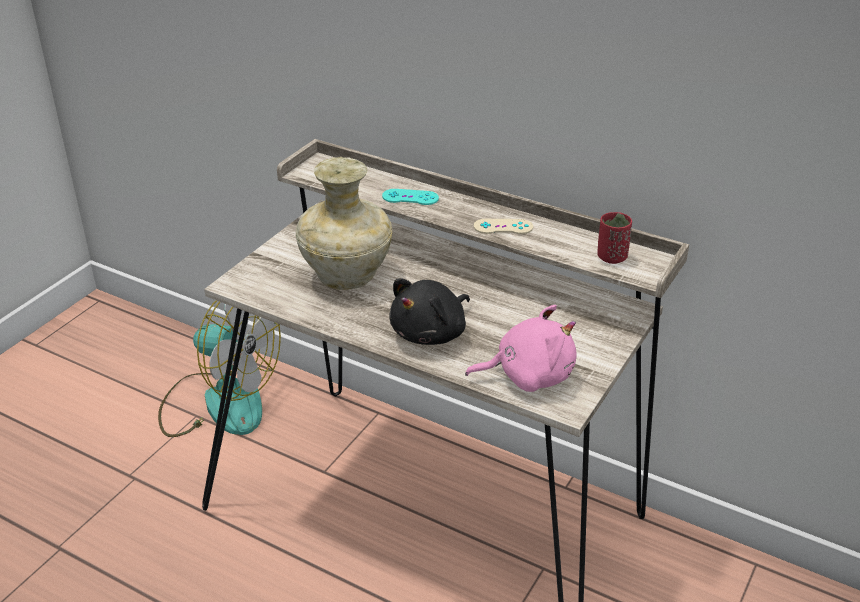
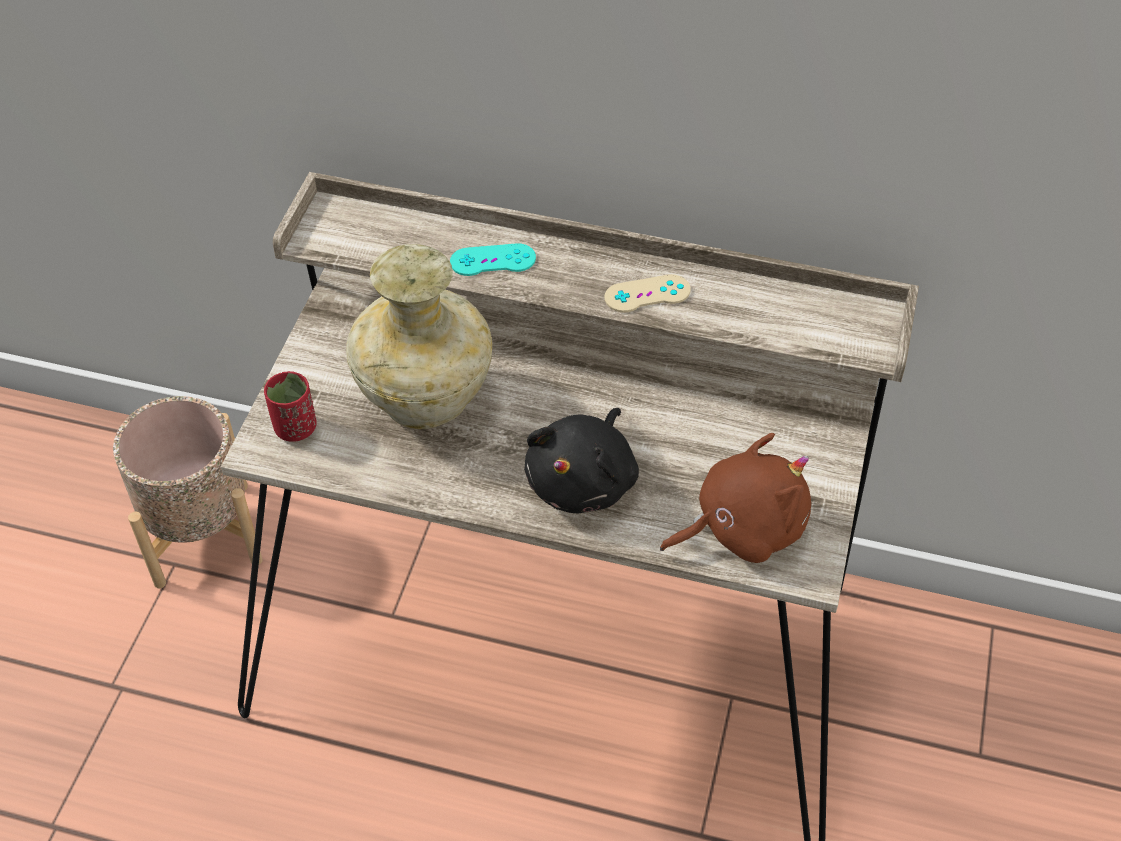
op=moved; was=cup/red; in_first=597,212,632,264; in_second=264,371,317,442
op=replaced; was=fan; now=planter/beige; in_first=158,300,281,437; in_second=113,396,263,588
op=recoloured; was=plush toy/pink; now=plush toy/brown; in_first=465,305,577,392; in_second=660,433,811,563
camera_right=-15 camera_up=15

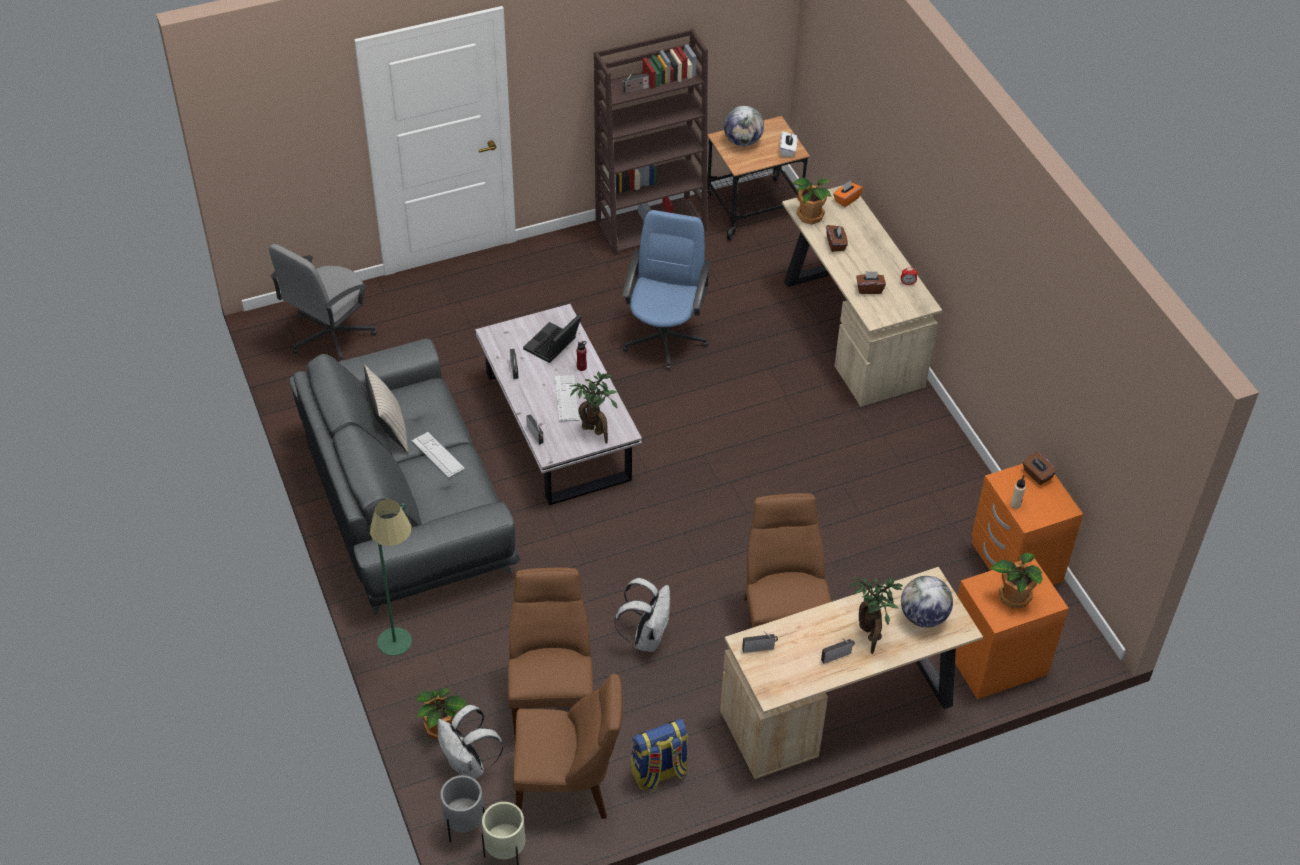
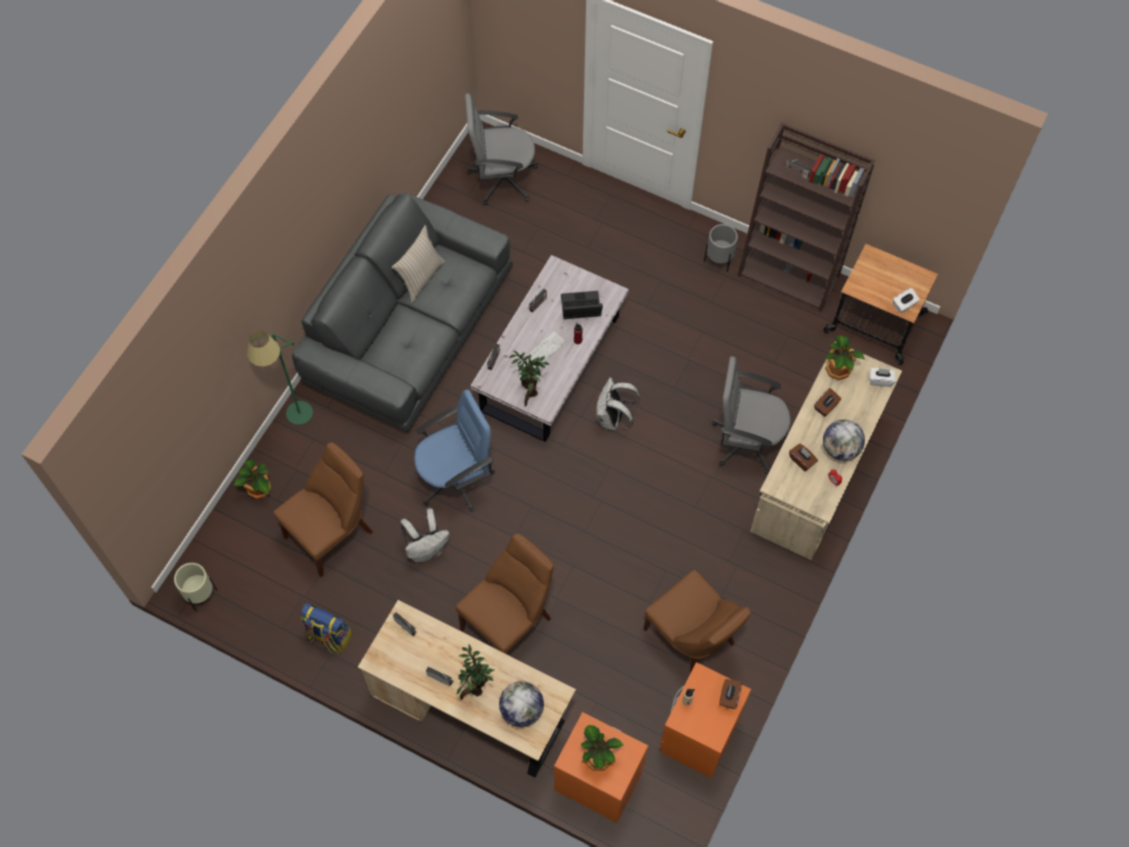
op=moved; was=globe; in_first=724,106,764,147; in_second=823,419,865,461
op=recoloured; was=tissue box/orange; now=tissue box/white; in_first=833,180,863,207; in_second=870,368,896,387
op=moved; was=office chair/blue; in_first=622,210,711,370; in_second=414,389,495,512
op=removed; was=keyboard; in_first=412,432,465,478
op=moved; was=chair/brown; in_first=513,673,623,819; in_second=643,570,751,674
op=moved; was=backpack/white; in_first=437,705,504,779; in_second=596,377,640,430
op=moved; was=planter/grey; in_first=440,775,485,843; in_second=704,224,738,272
op=added; now=office chair/grey; in_second=712,356,791,474
camera_right=50 camera_up=15

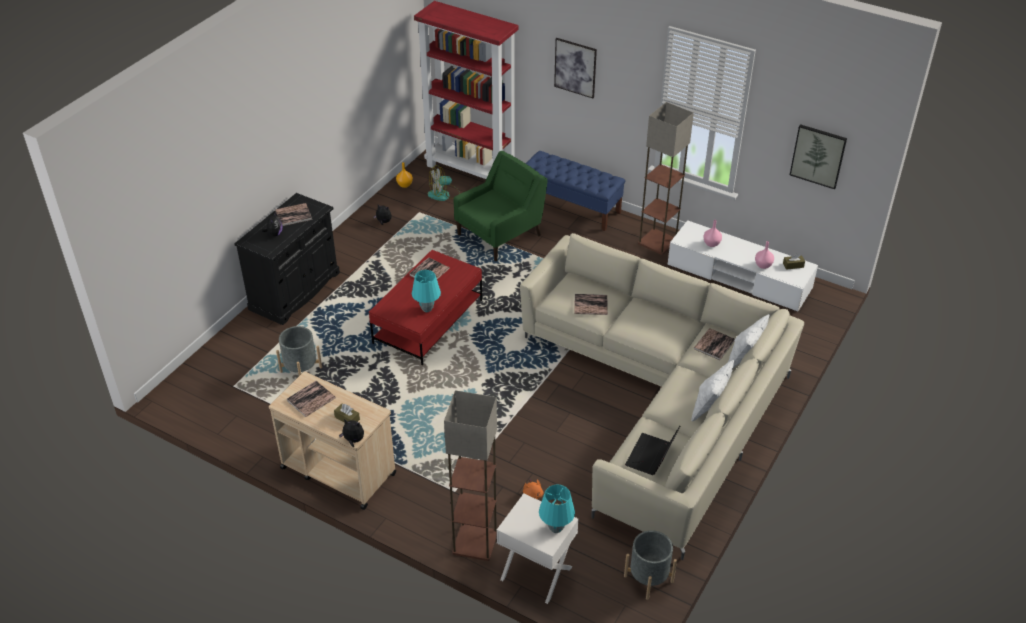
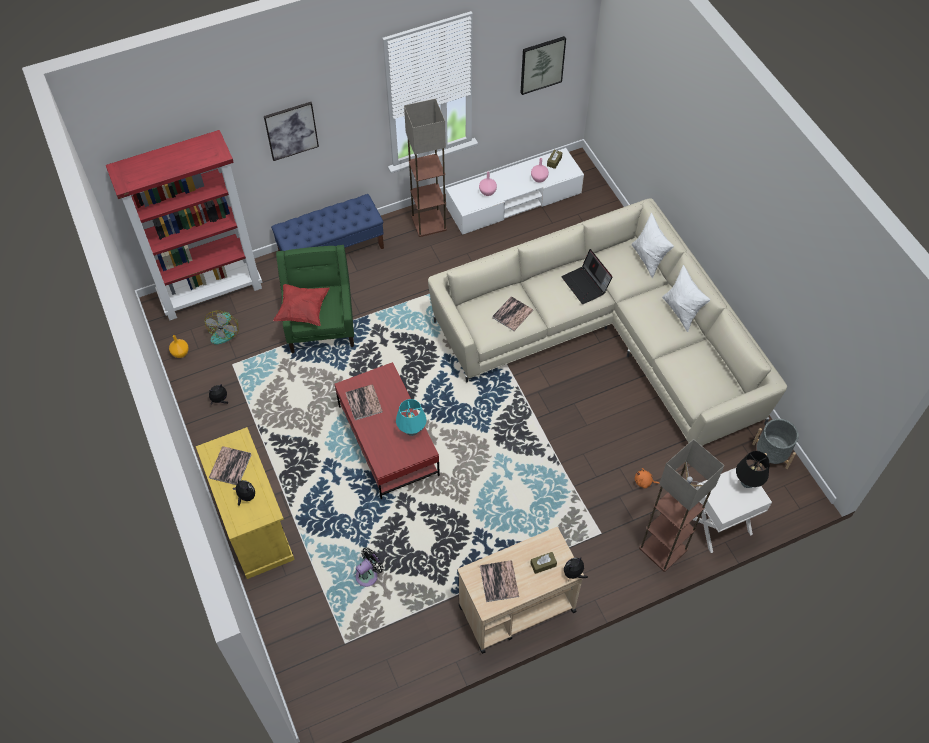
op=recoloured; was=cabinet/black; now=cabinet/yellow; in_first=234,193,340,325; in_second=196,427,295,579
op=replaced; was=planter/grey; now=fan/black; in_first=276,326,322,376; in_second=356,547,384,587
op=removed; was=book; in_first=694,328,735,360
op=moved; was=laptop; in_first=625,426,680,475; in_second=561,249,612,304
op=recoloured; was=table lamp/turquoise; now=table lamp/black; in_first=539,484,575,533; in_second=736,451,770,488
op=added; now=pillow/red; in_second=273,284,329,326
camera_right=-55 camera_up=15

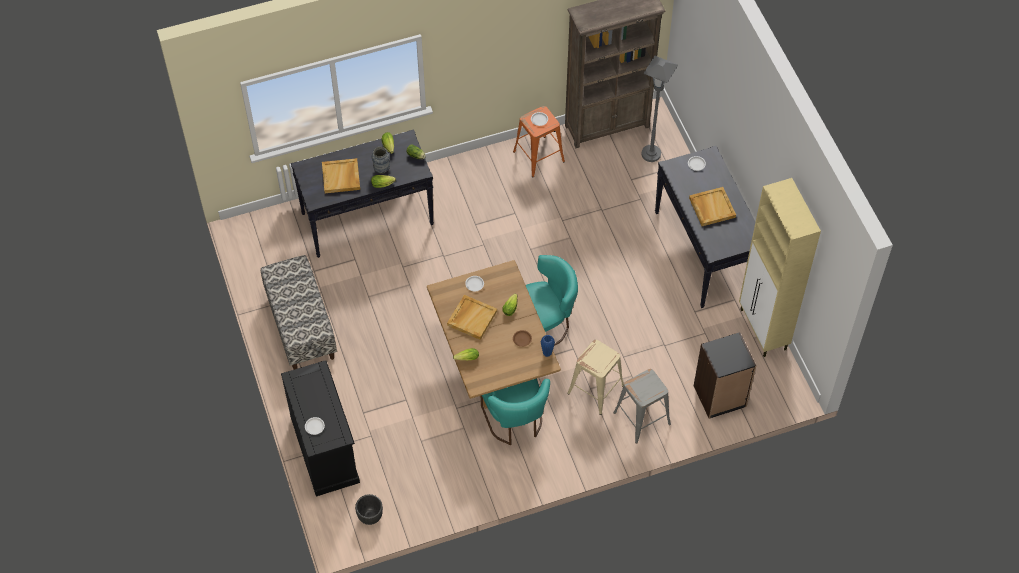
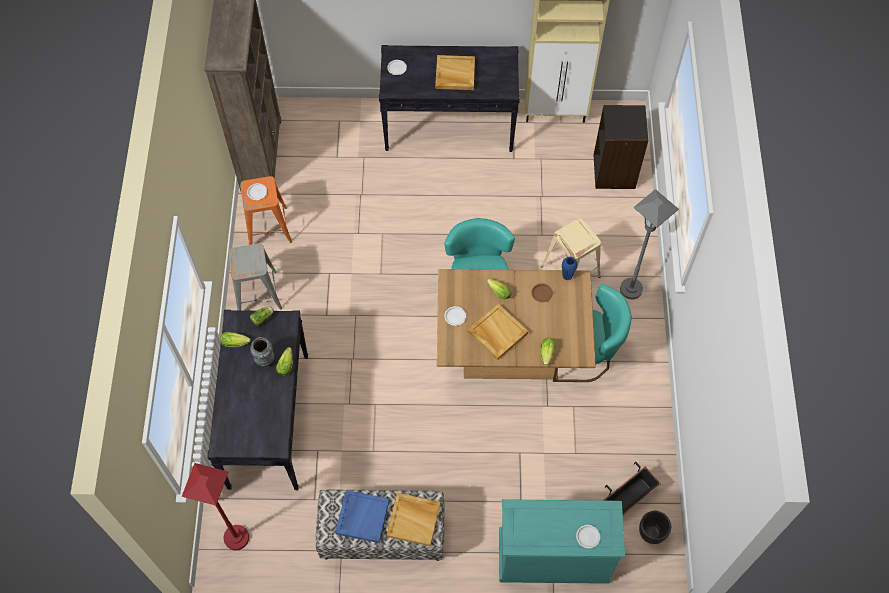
op=moved; was=floor lamp/grey; in_first=642,56,678,162; in_second=620,189,679,299
op=moved; was=tray/beige; in_first=322,158,360,193; in_second=387,493,440,547
op=recoloured; was=dresser/black; now=dresser/turquoise; in_first=281,360,360,496; in_second=499,499,625,584
op=moved; was=stool/grey; in_first=613,369,671,444; in_second=228,243,282,311
op=added; now=planter; in_second=603,462,661,515
op=added; now=floor lamp/red; in_second=182,463,249,550
op=added; now=tray/blue; in_second=335,490,390,543
camera_right=-70 camera_up=5

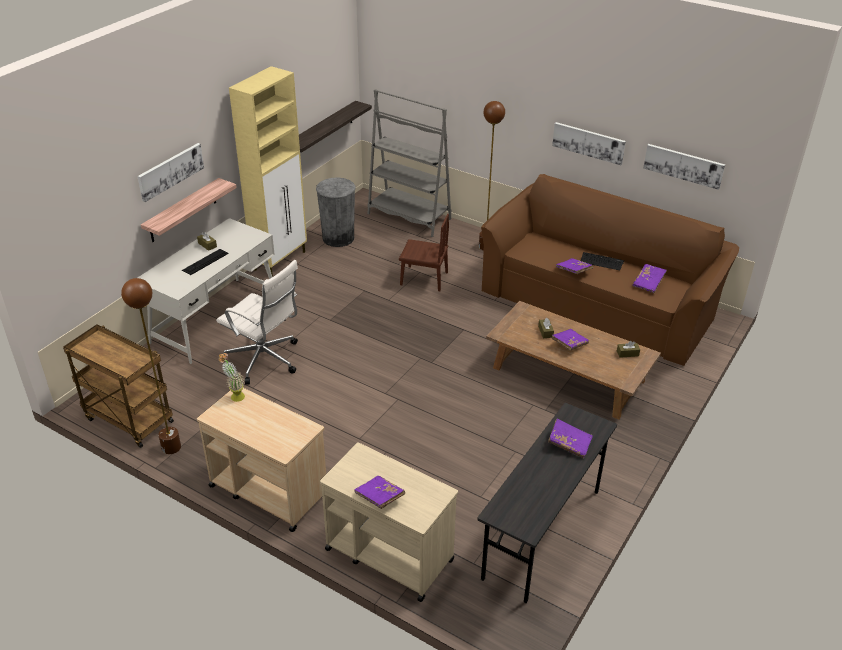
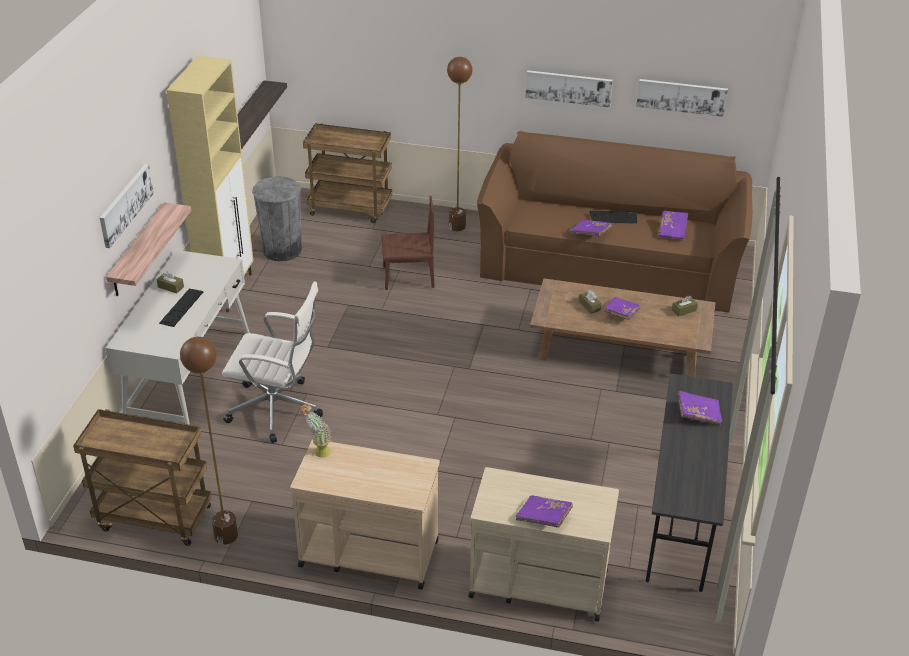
op=replaced; was=bookcase/grey; now=cart/brown; in_first=367,89,451,237; in_second=303,123,392,223
camera_right=-20 camera_up=0

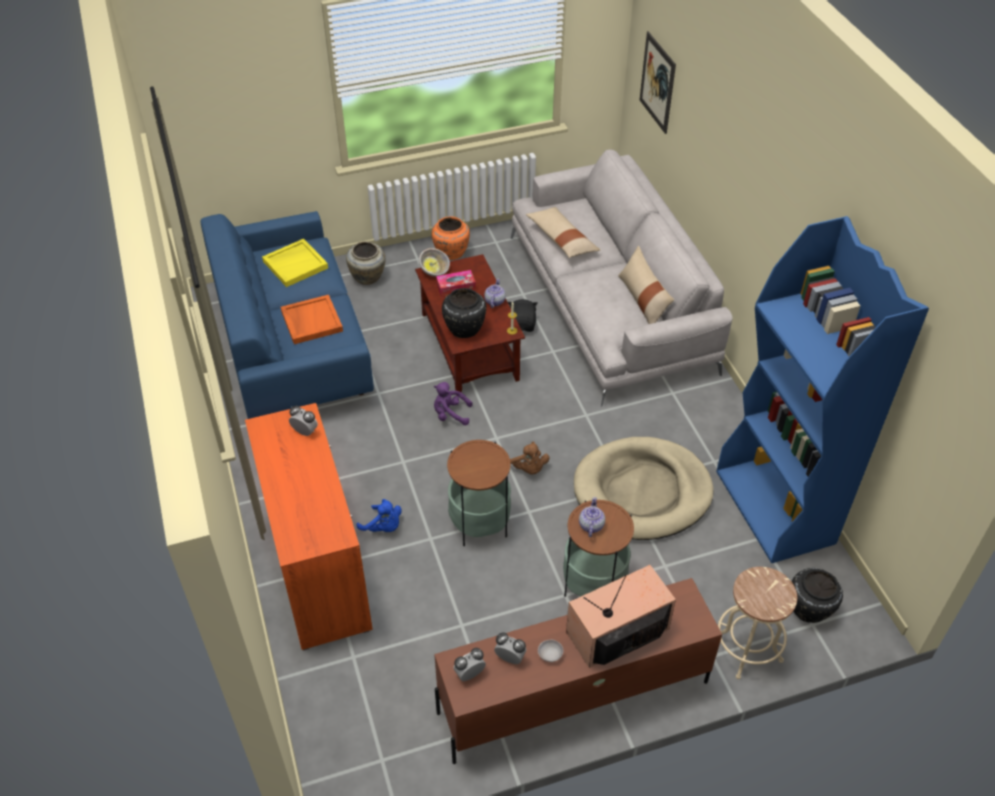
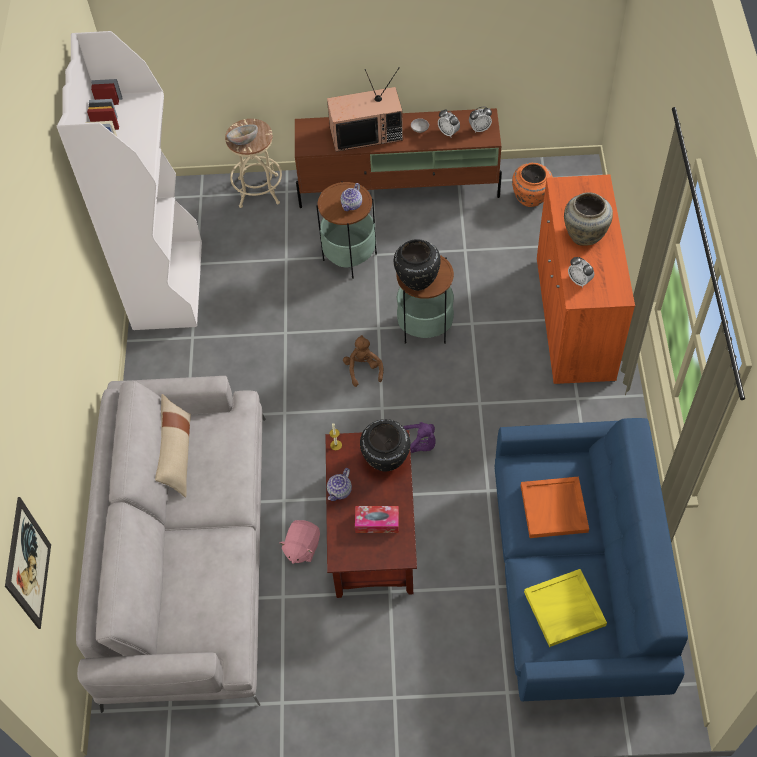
op=removed; was=pillow/beige; in_first=525,207,600,258
op=moved; was=vase/orange; in_first=432,216,470,260; in_second=512,163,553,207
op=recoloured; was=bookcase/blue; now=bookcase/white; in_first=716,216,929,563; in_second=57,31,202,330
op=moved; was=vase/beige; in_first=346,242,386,285; in_second=564,192,613,246
op=moved; was=bowl; in_first=419,248,450,276; in_second=227,125,258,145
op=recoloured; was=plush toy/black; now=plush toy/pink; in_first=508,299,538,332; in_second=280,520,320,564
op=removed; was=dog bed/beige; in_first=574,437,713,540
op=removed; was=plush toy/blue; in_first=356,499,402,532
op=moved; was=vase/black; in_first=792,568,843,623; in_second=394,239,441,291
camera_right=-160 camera_up=10

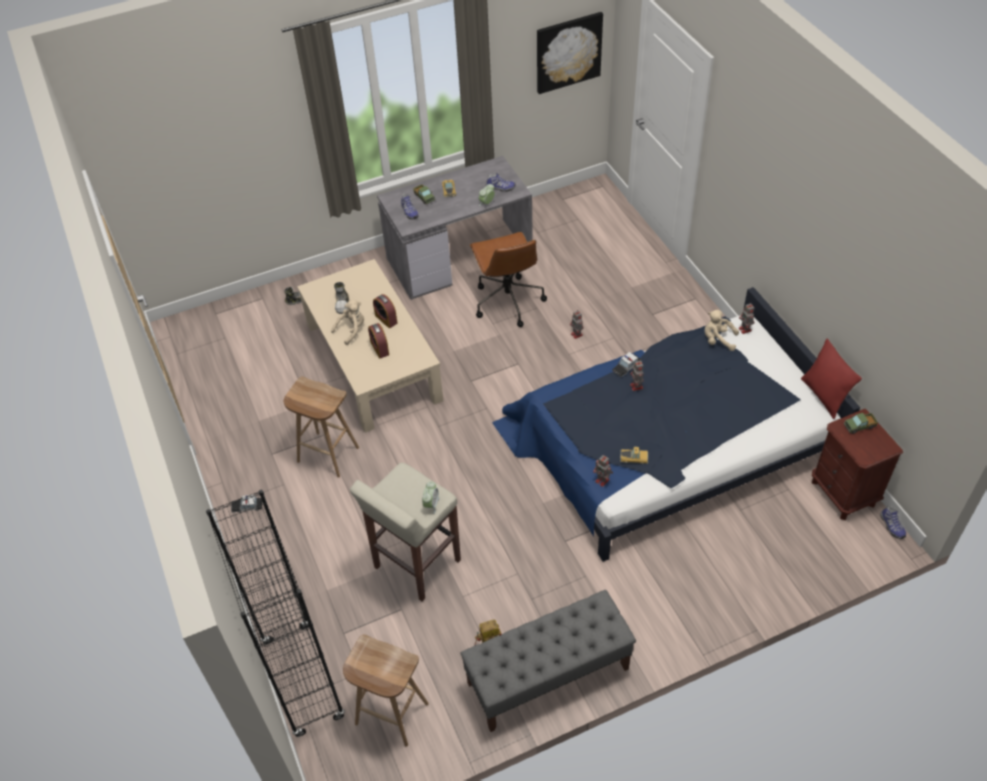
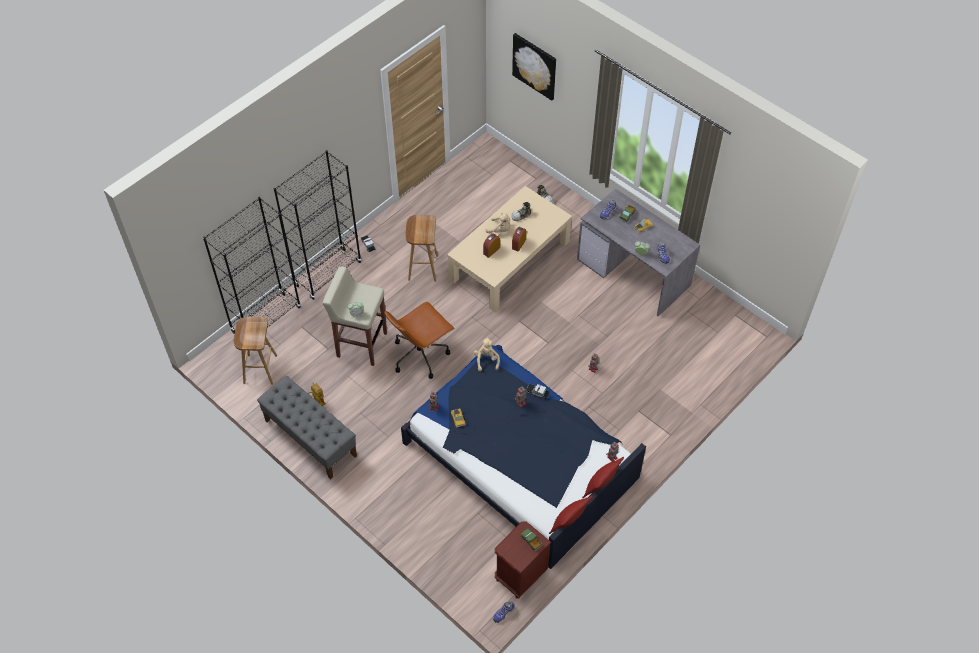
op=moved; was=picture; in_first=537,12,603,94; in_second=512,33,556,101
op=moved; was=office chair/brown; in_first=470,232,547,327; in_second=384,301,454,379
op=moved; was=plush toy/beige; in_first=705,310,739,351; in_second=474,337,500,371
op=added; now=bookcase/black; in_second=274,150,362,300
op=added; now=pillow/red; in_second=582,457,624,498
camera_right=65 camera_up=5

